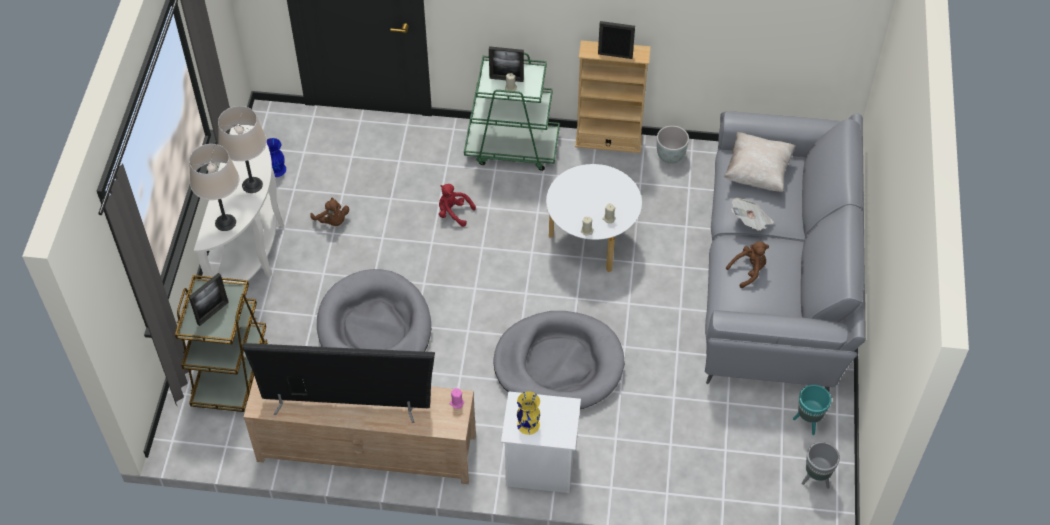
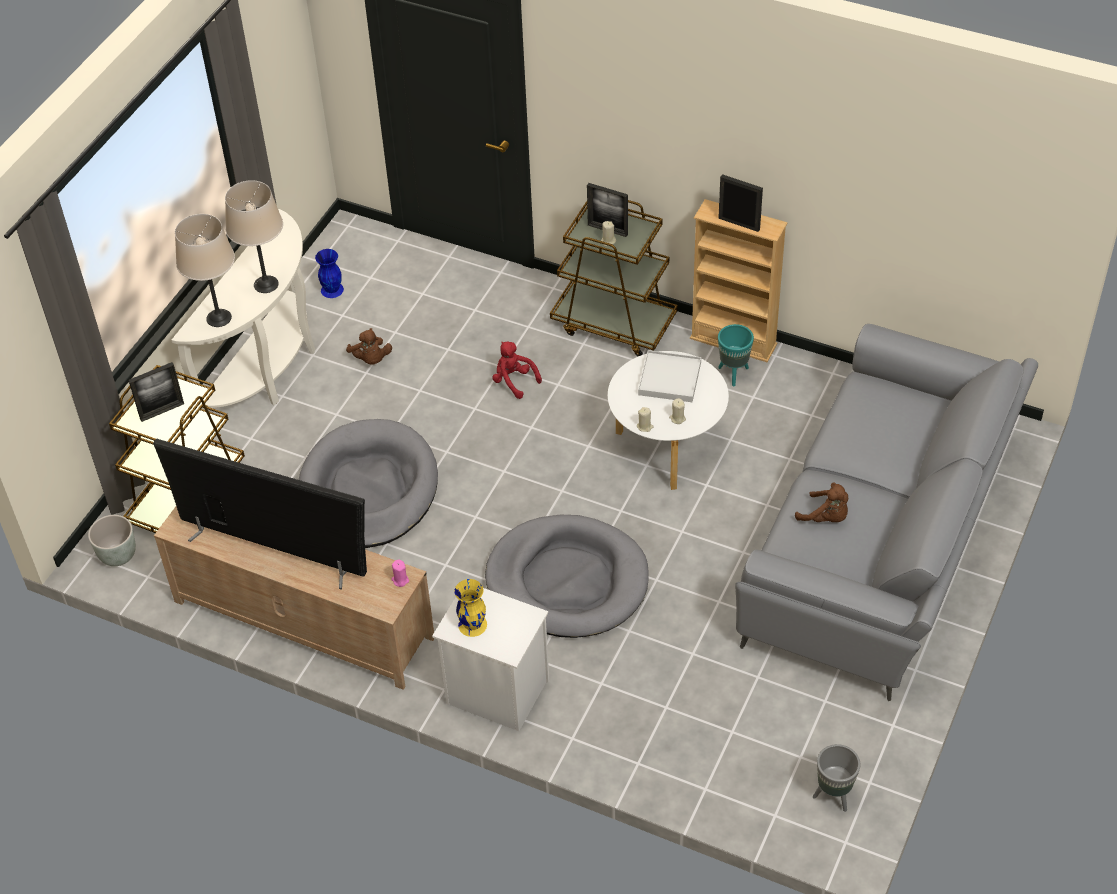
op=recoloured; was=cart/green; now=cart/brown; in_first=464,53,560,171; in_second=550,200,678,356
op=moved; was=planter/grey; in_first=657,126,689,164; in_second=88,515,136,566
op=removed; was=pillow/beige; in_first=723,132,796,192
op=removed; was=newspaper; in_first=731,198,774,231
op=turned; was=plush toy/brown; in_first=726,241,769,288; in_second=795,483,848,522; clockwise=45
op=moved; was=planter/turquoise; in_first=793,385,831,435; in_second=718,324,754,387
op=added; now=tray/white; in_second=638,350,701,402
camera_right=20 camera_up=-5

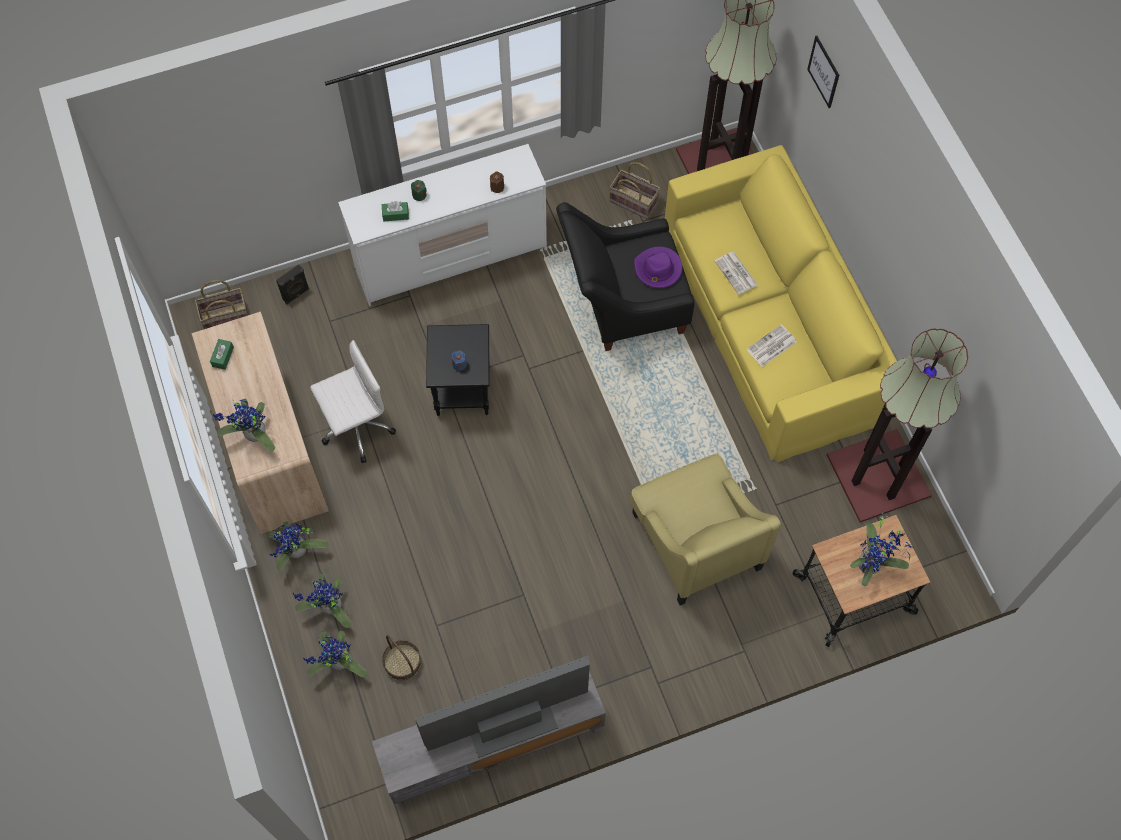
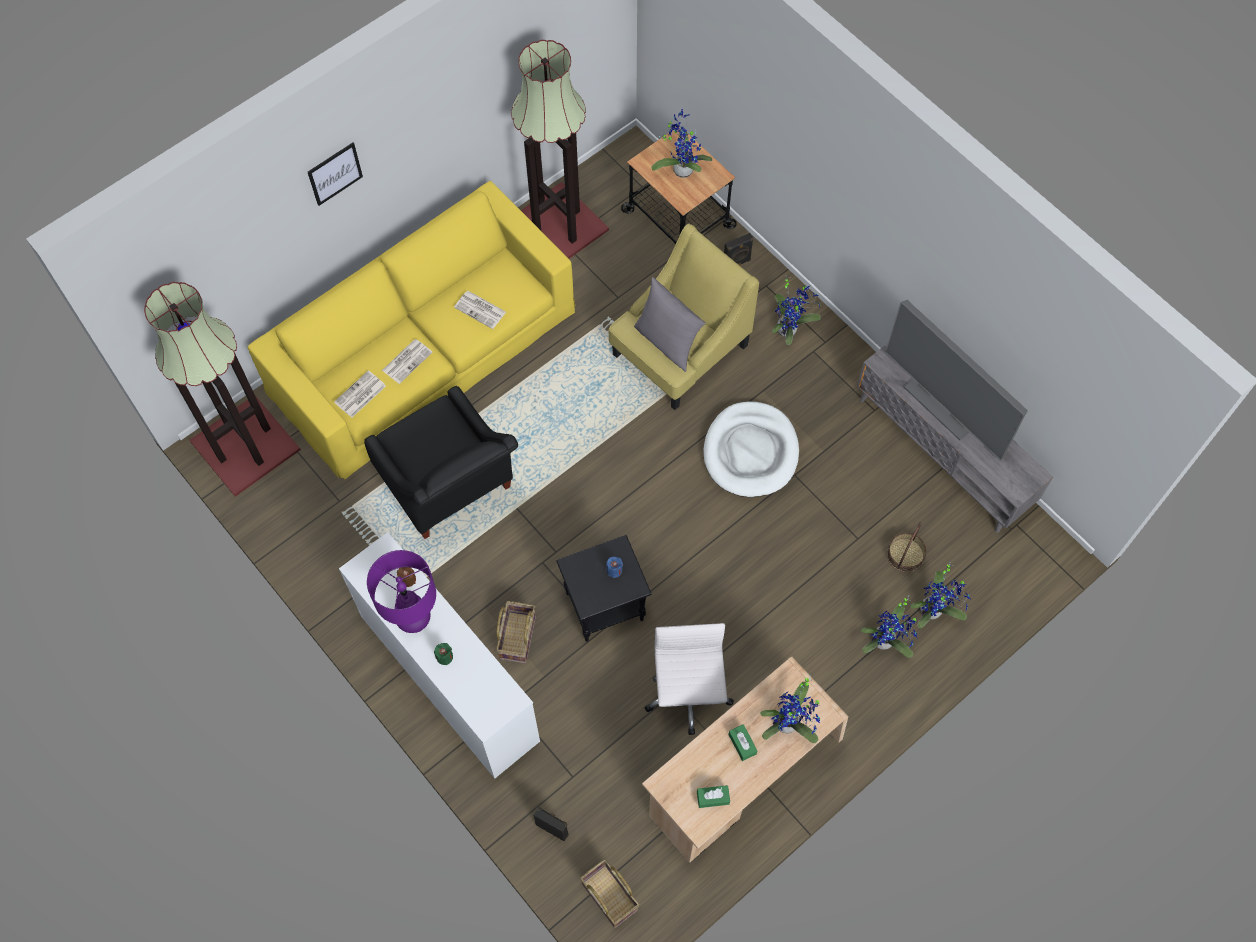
op=moved; was=picture; in_first=807,36,839,108; in_second=308,143,363,206
op=moved; was=basket; in_first=609,162,660,219; in_second=496,601,536,664
op=moved; was=tissue box/green; in_first=382,201,409,221; in_second=728,724,757,761
op=removed; was=hat/purple; in_first=634,247,682,288
op=turned; was=office chair/white; in_first=310,340,396,463; in_second=645,623,734,735; clockwise=45
op=moved; was=potted plant; in_first=267,522,329,571; in_second=772,277,821,345
op=added; now=speaker/black; in_second=724,233,754,266
op=added; now=pillow/grey; in_second=634,277,706,372
op=added; now=newspaper; in_second=334,370,386,418
op=added; now=dog bed/white; in_second=703,402,799,497
op=added; now=table lamp/purple; in_second=367,550,436,633
camera_right=-110 camera_up=0

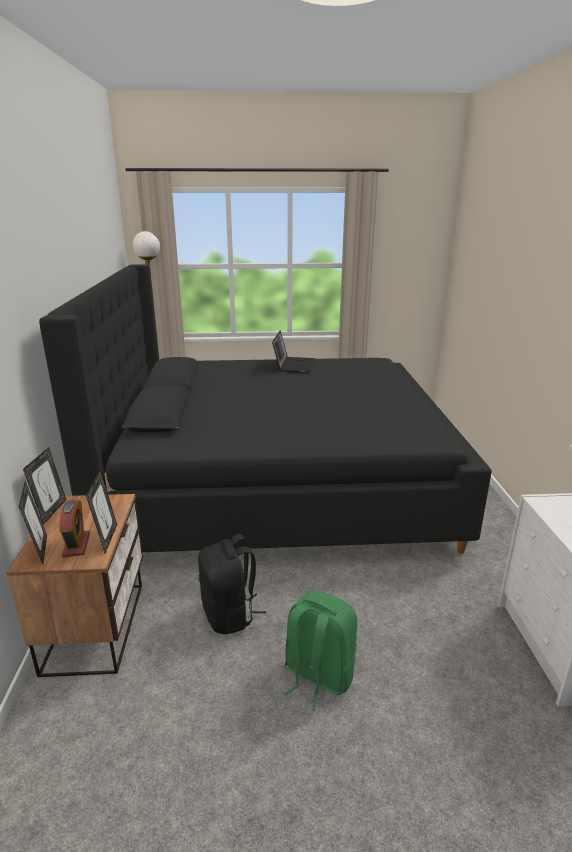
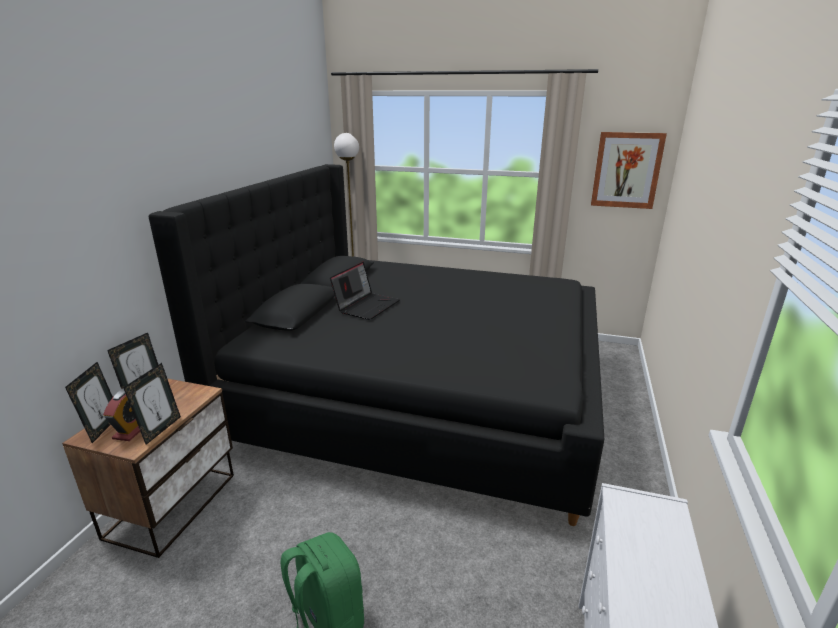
op=moved; was=laptop; in_first=272,330,315,373; in_second=330,262,400,320
op=removed; was=backpack/black; in_first=198,534,266,634
op=added; now=picture; in_second=591,132,667,209
camera_right=20 camera_up=0

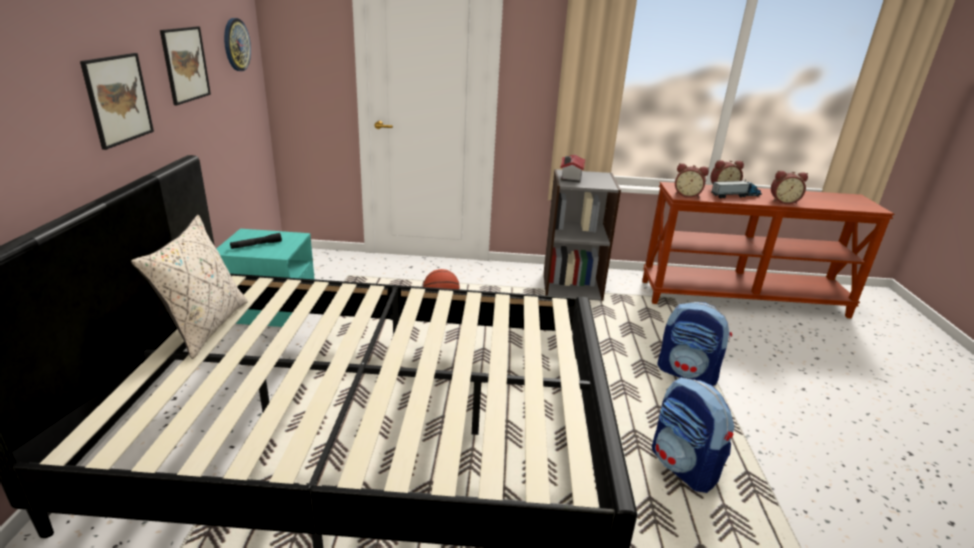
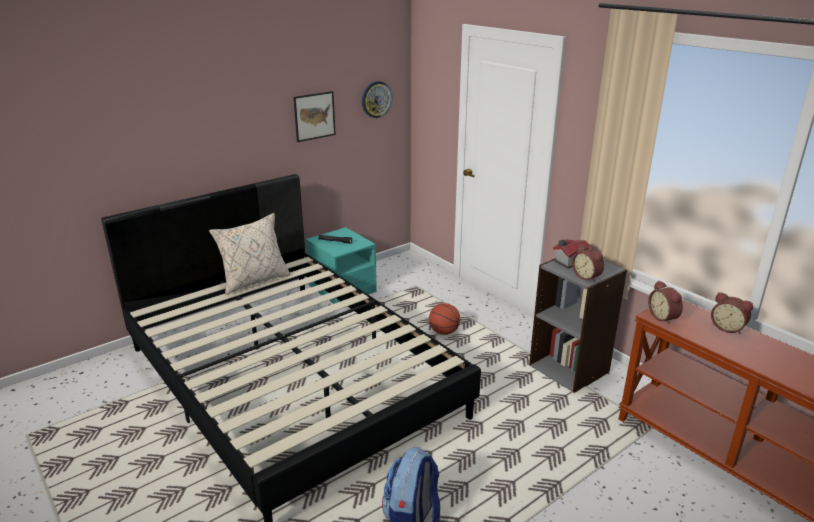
op=removed; was=picture; in_first=80,53,154,150
op=moved; was=alarm clock; in_first=771,171,808,204; in_second=572,244,604,282
op=removed; was=toy truck; in_first=711,180,762,198
op=removed; was=backpack; in_first=657,302,732,386
camera_right=50 camera_up=0

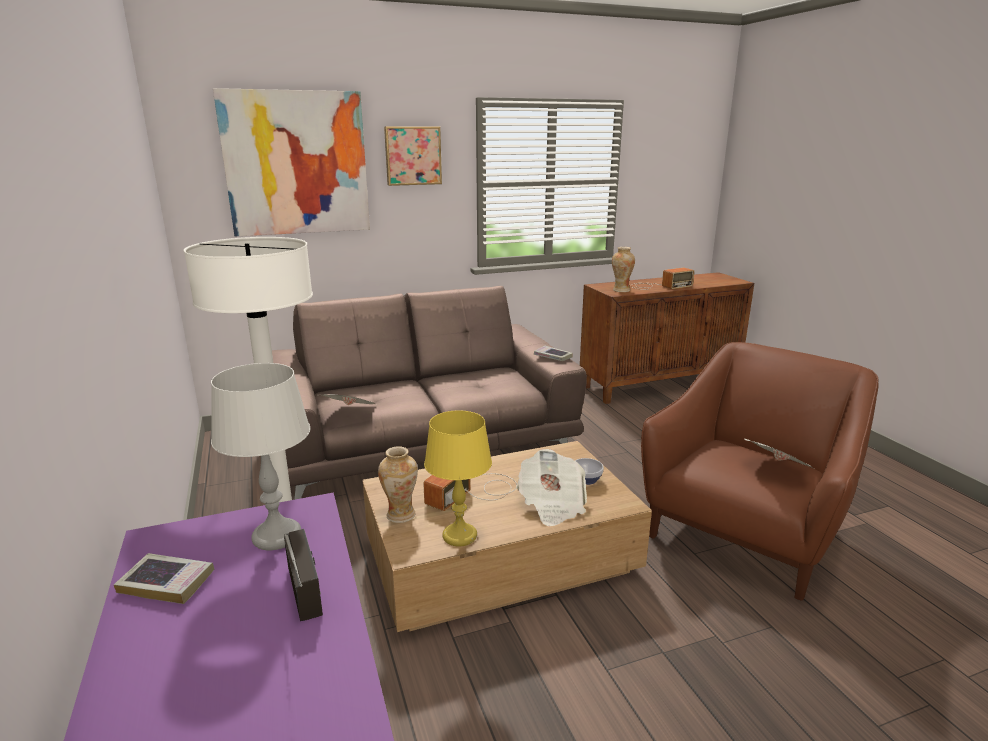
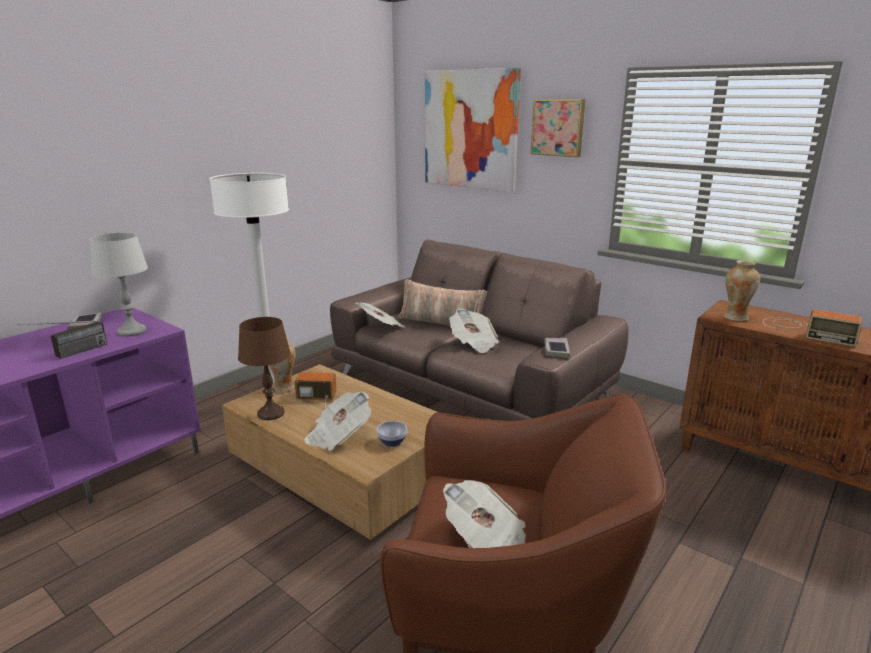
op=recoloured; was=table lamp/yellow; now=table lamp/brown; in_first=424,410,492,547; in_second=238,317,291,420
op=added; now=pillow; in_second=398,279,487,326
op=added; now=newspaper; in_second=449,309,499,353
camera_right=60 camera_up=0

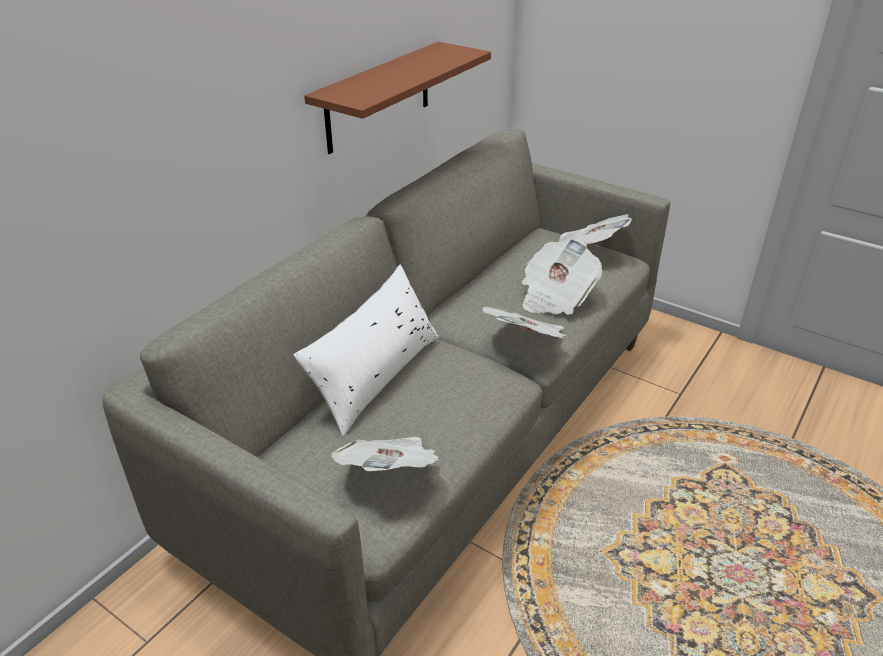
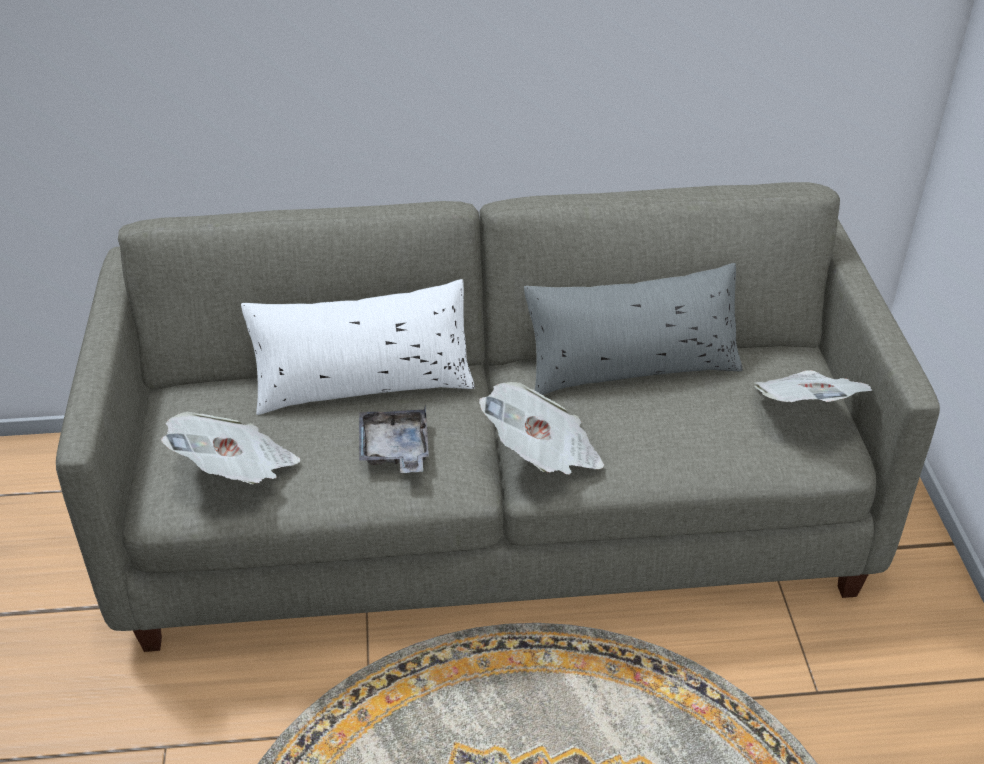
op=removed; was=shelf/brown; in_first=304,42,491,154
op=removed; was=newspaper; in_first=522,238,602,315
op=added; now=pillow/grey; in_second=524,263,743,395
op=added; now=tray/grey; in_second=359,405,429,473
camera_right=50 camera_up=5

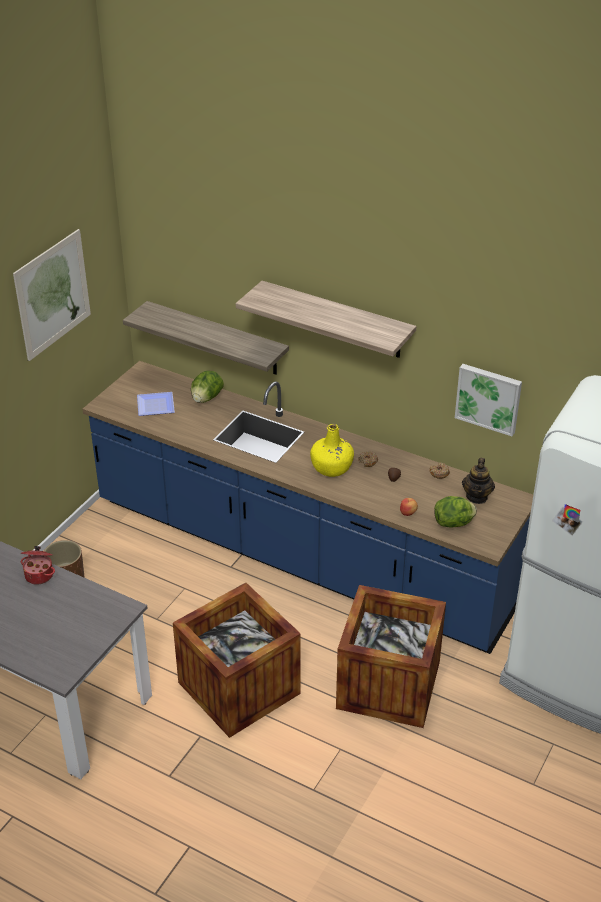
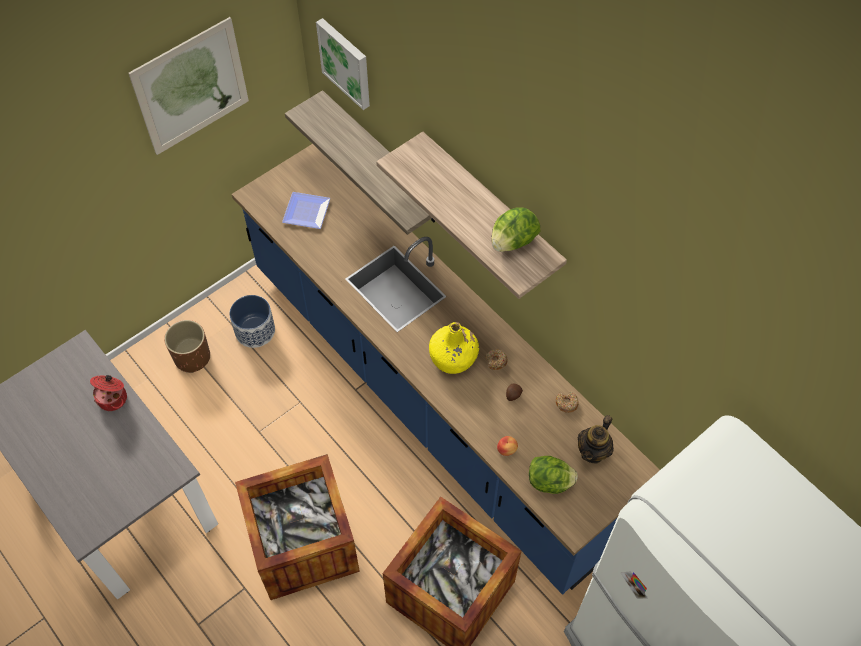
op=moved; was=picture; in_first=455,364,522,436; in_second=316,18,370,110
op=moved; was=lettuce; in_first=191,371,224,403; in_second=491,207,540,252
op=added; now=planter; in_second=229,295,275,348
camera_right=20 camera_up=20

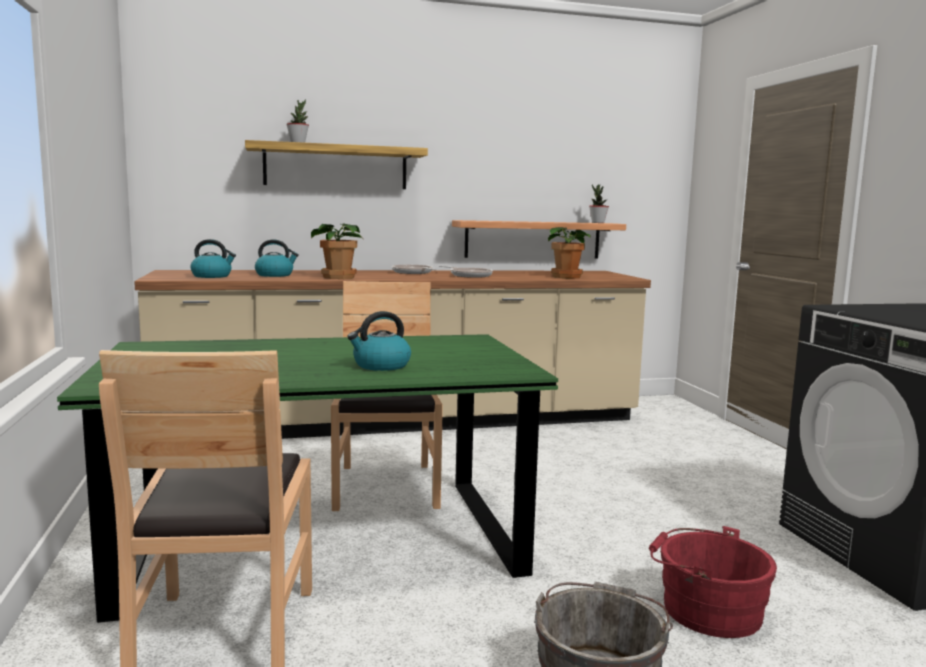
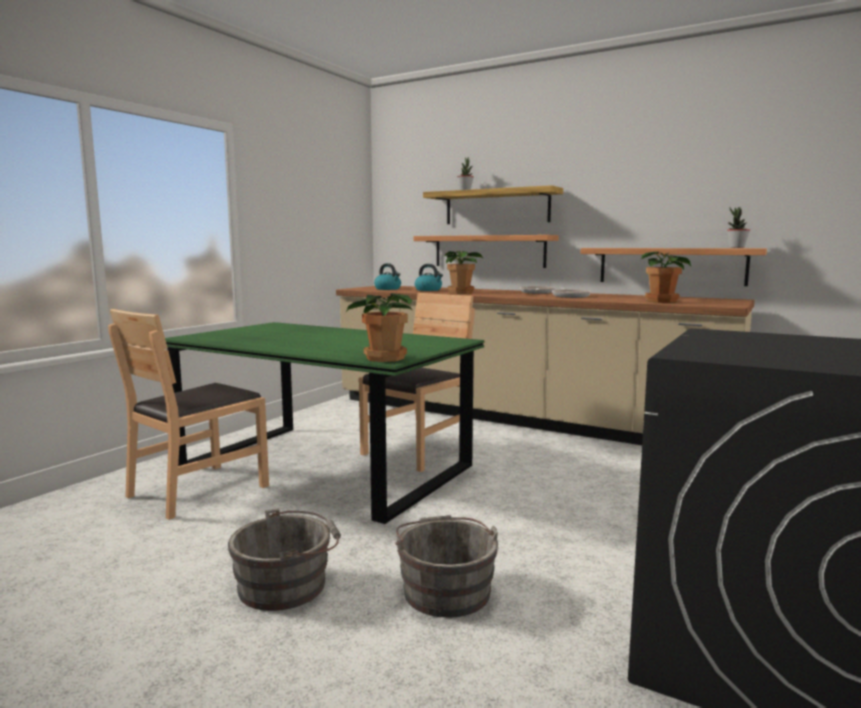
op=removed; was=kettle; in_first=347,311,411,371
op=recoloured; was=bucket/red; now=bucket/grey; in_first=649,526,777,638; in_second=395,515,498,618
op=added; now=shelf; in_second=414,235,559,268
op=added; now=potted plant; in_second=346,293,413,362
camera_right=45 camera_up=0

